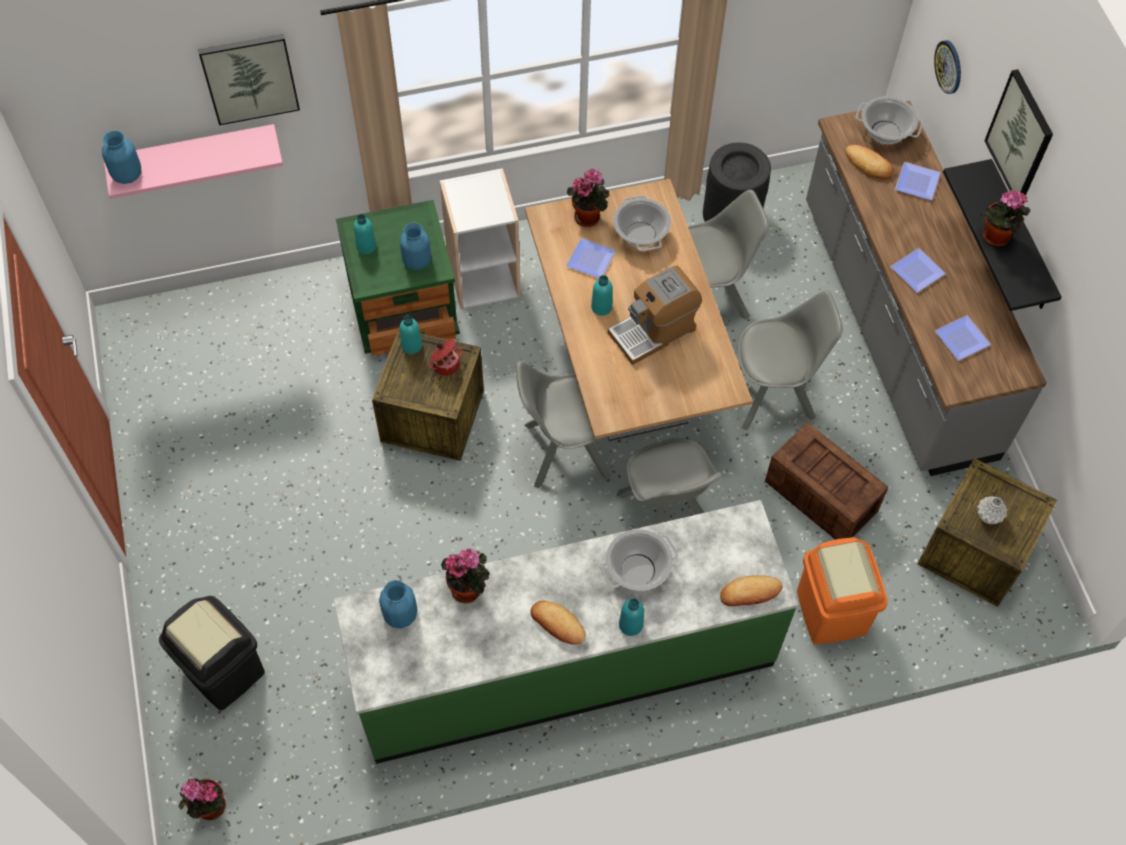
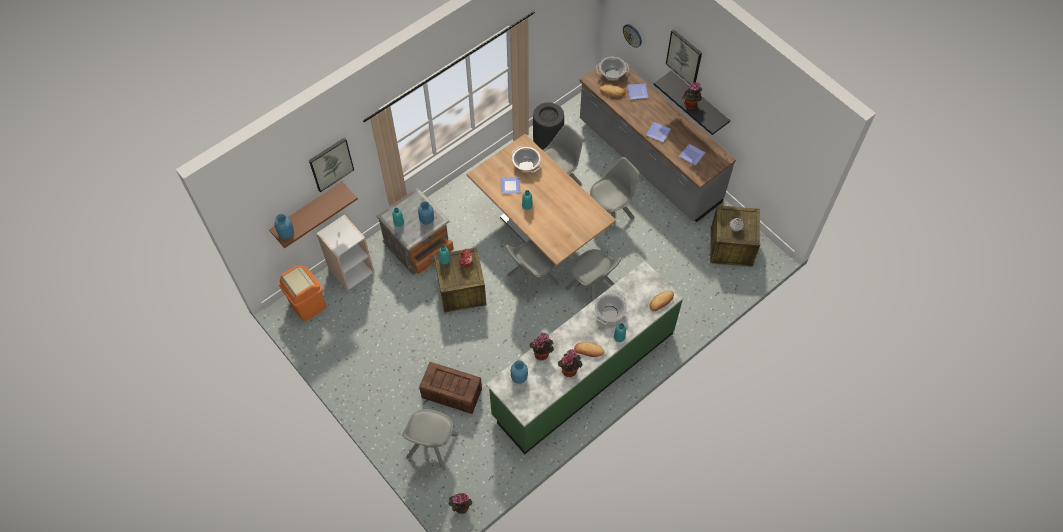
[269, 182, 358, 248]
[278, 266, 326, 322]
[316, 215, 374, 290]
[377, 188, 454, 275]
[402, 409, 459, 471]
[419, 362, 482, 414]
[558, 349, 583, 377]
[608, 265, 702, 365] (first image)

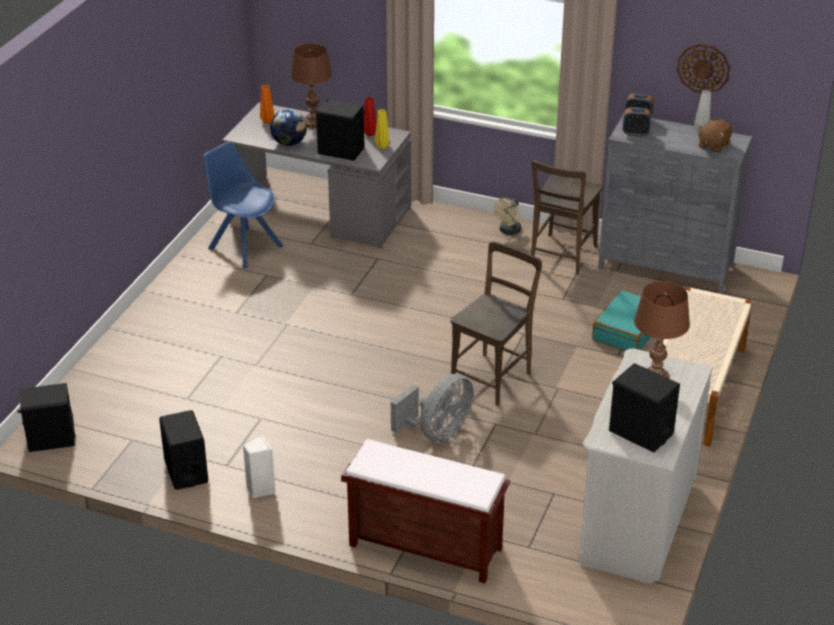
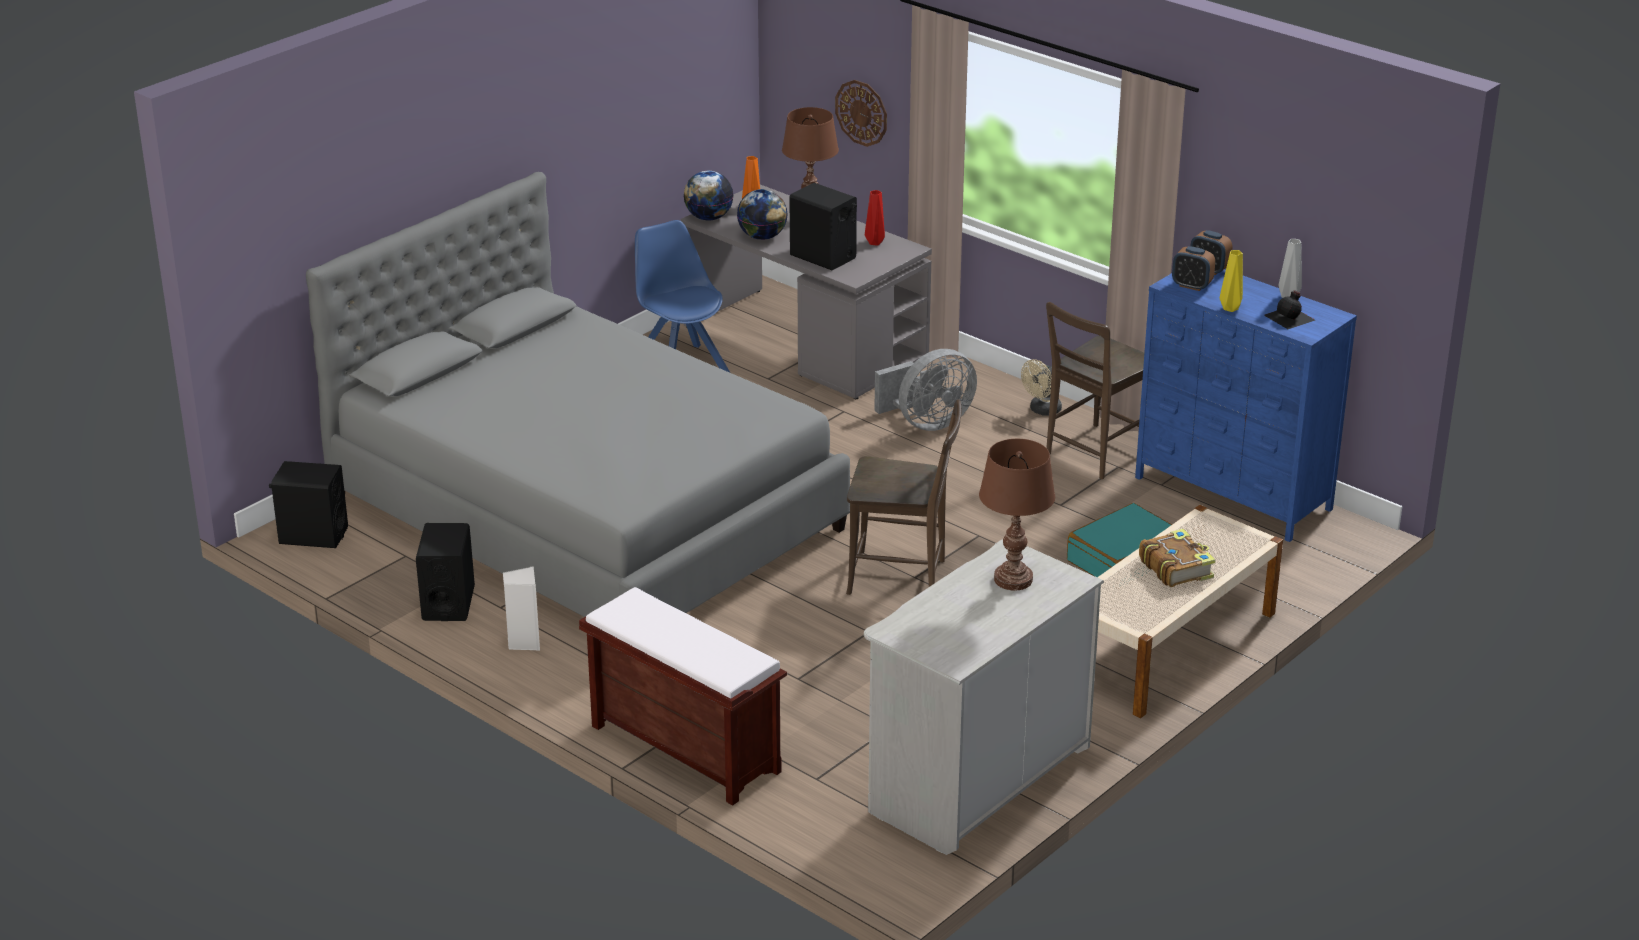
[306, 172, 850, 617]
[684, 171, 734, 221]
[835, 80, 887, 147]
[846, 400, 961, 595]
[874, 349, 977, 431]
[1135, 269, 1357, 542]
[1139, 529, 1216, 587]
[1220, 250, 1243, 312]
[1264, 290, 1315, 329]
[609, 363, 680, 453] (first image)

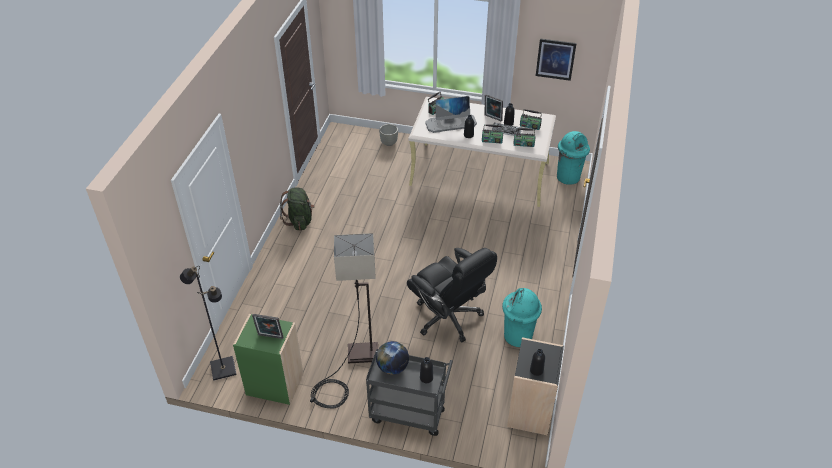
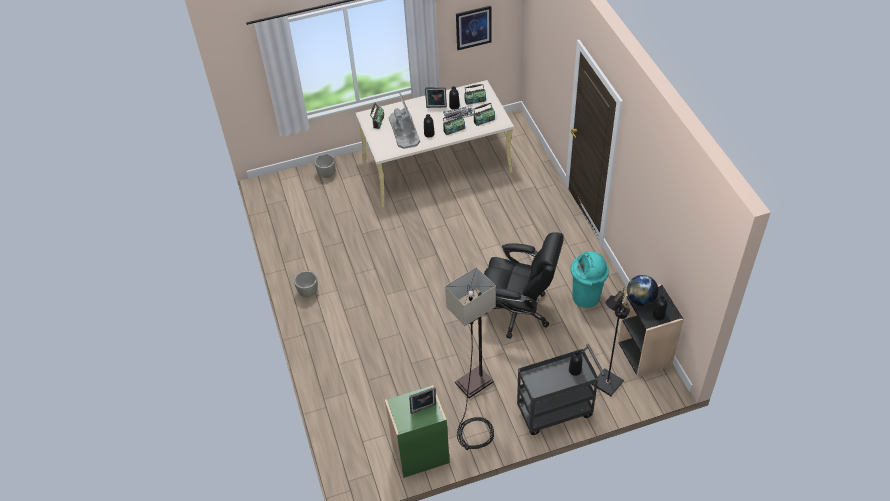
[294, 271, 318, 297]
[389, 93, 420, 149]
[592, 288, 630, 396]
[627, 275, 658, 306]
[557, 131, 590, 185] (first image)

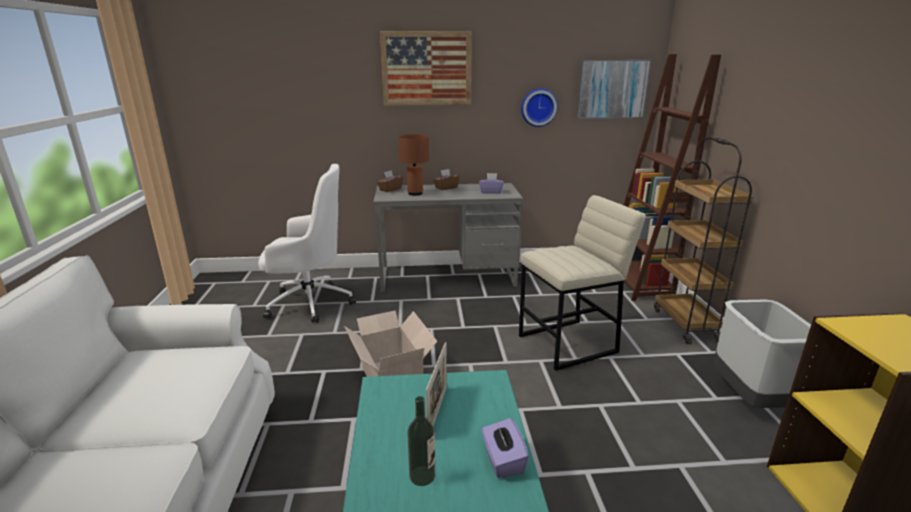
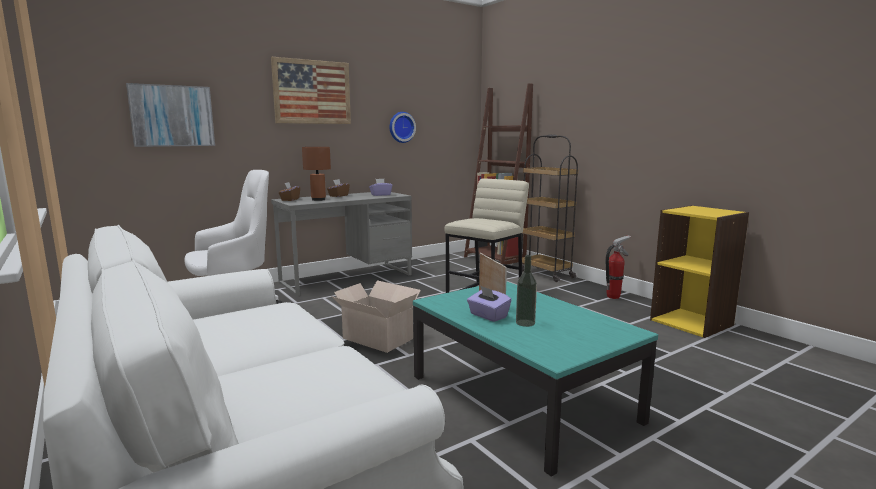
[126, 83, 215, 147]
[467, 285, 511, 322]
[606, 235, 631, 299]

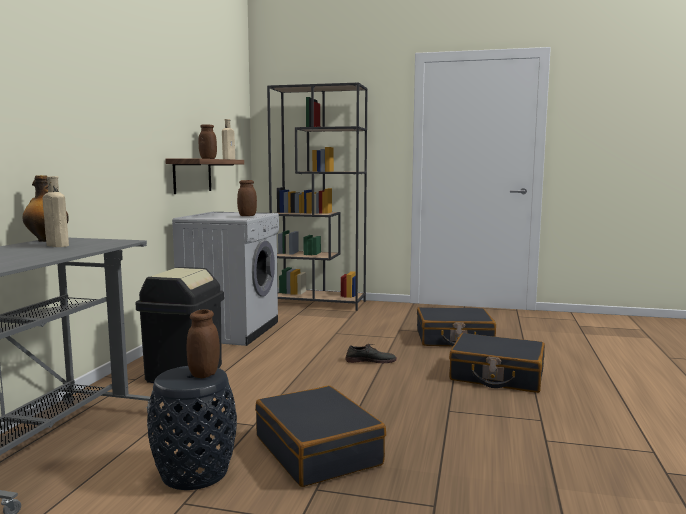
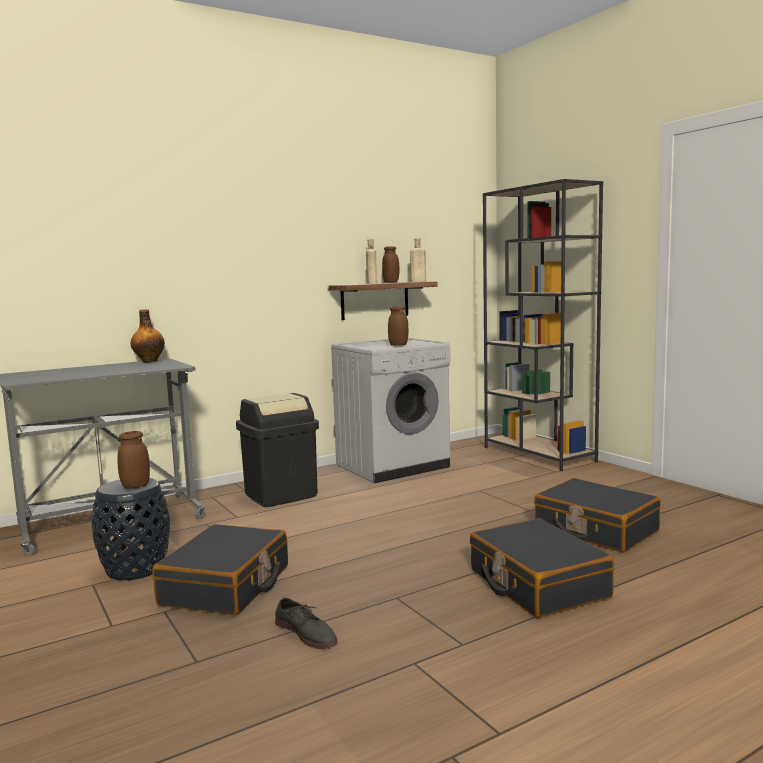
[275, 598, 337, 649]
[366, 239, 378, 284]

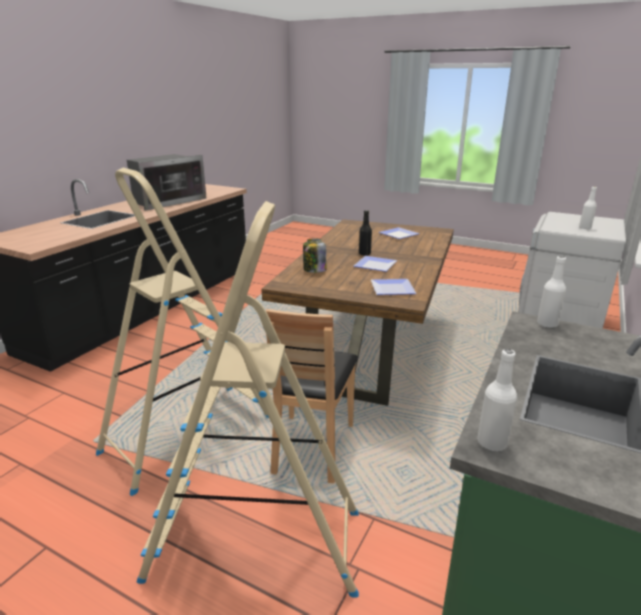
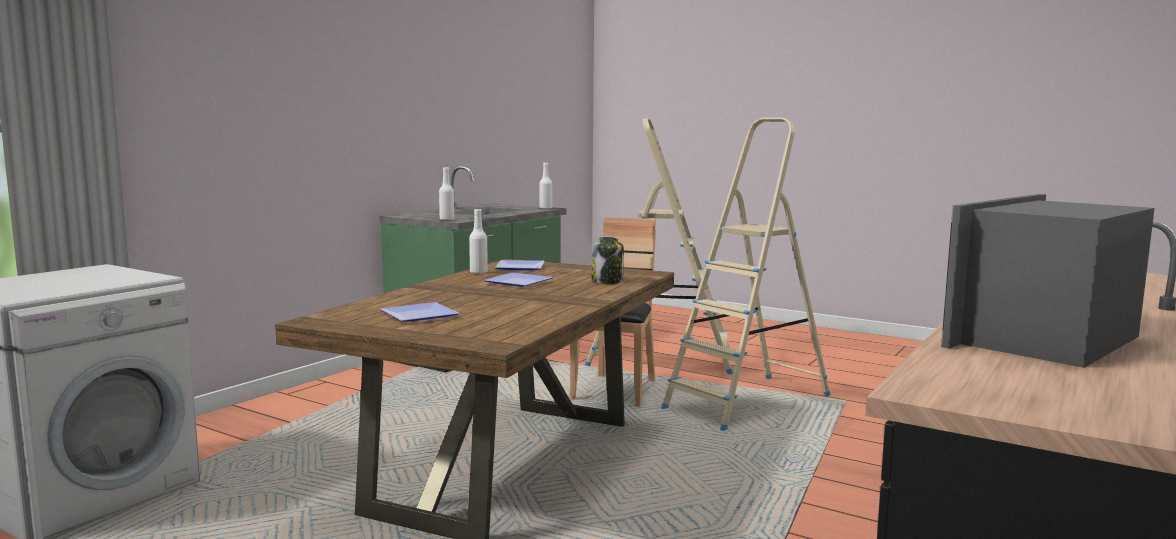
[469, 209, 488, 274]
[359, 210, 372, 255] (first image)

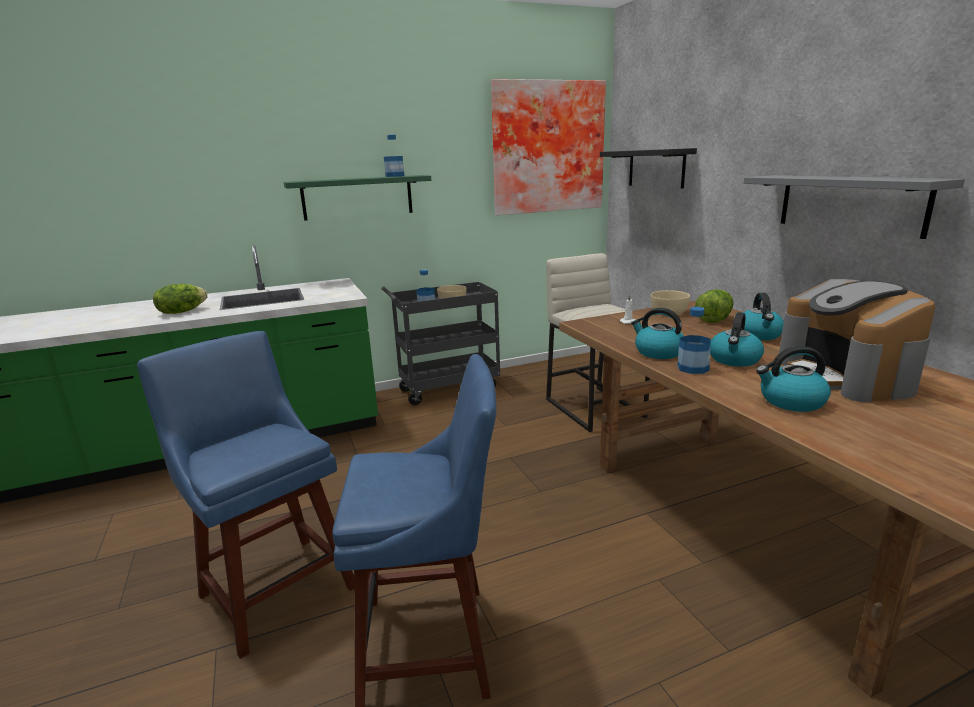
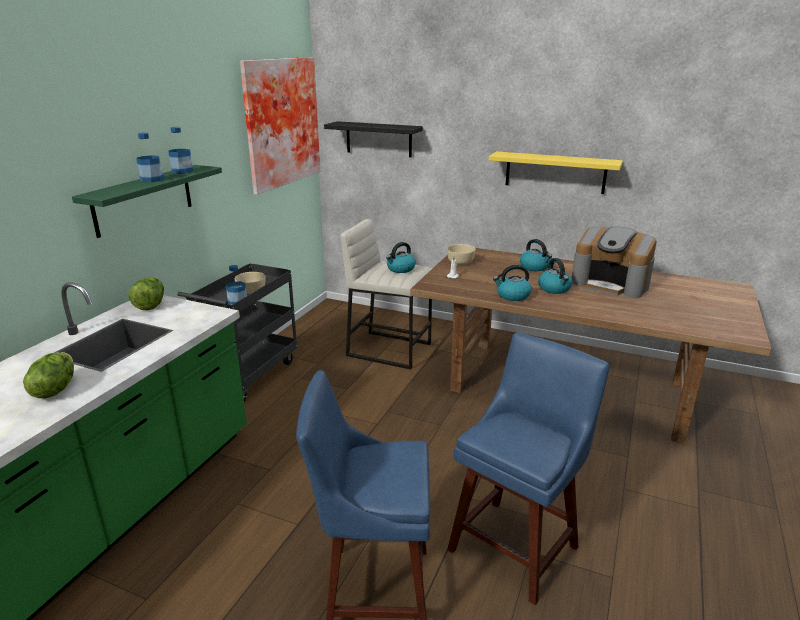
[128, 277, 164, 310]
[136, 132, 164, 182]
[386, 242, 416, 273]
[489, 151, 623, 194]

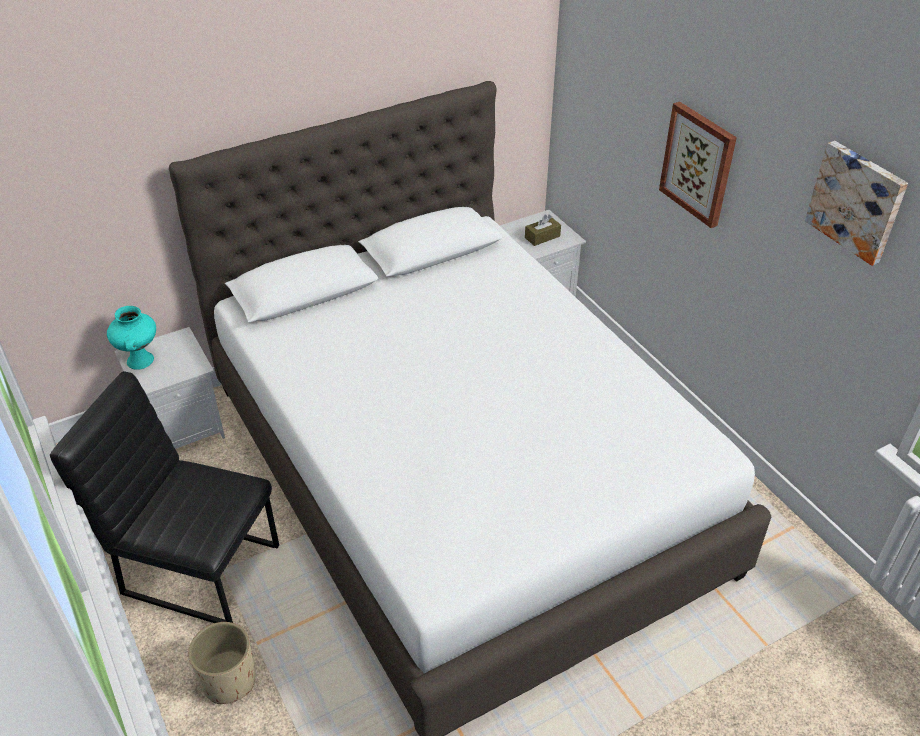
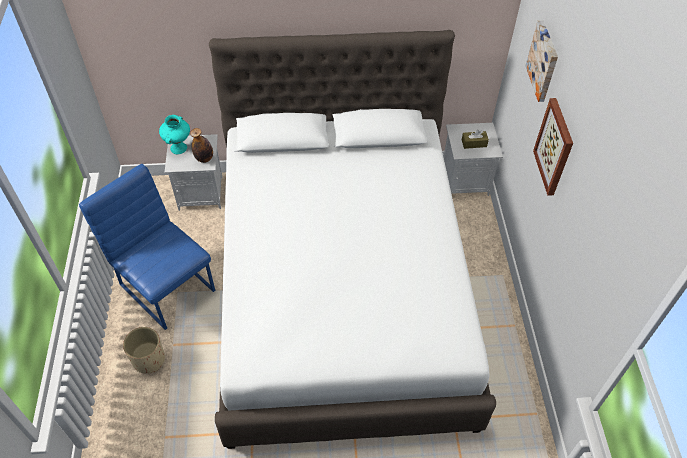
[79, 164, 215, 330]
[190, 128, 213, 163]
[525, 21, 558, 102]

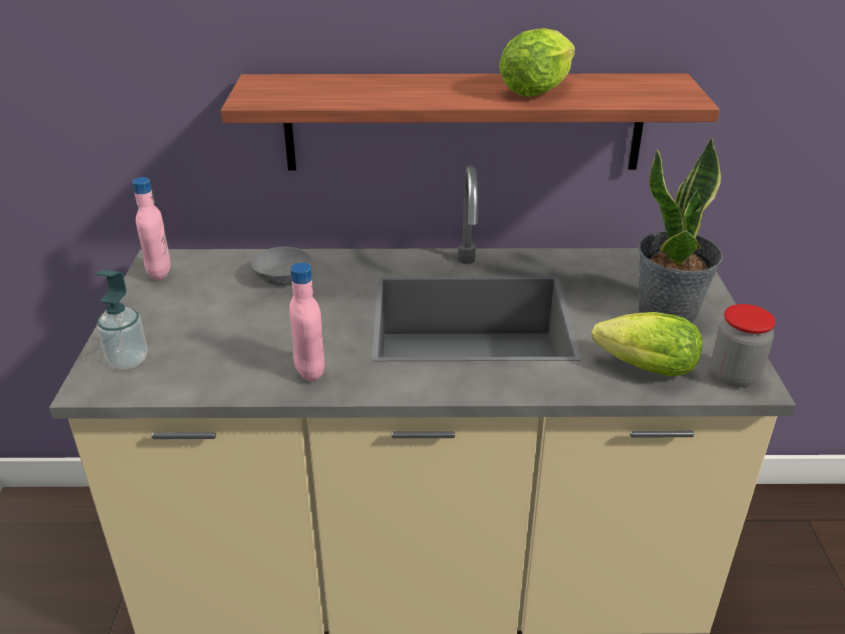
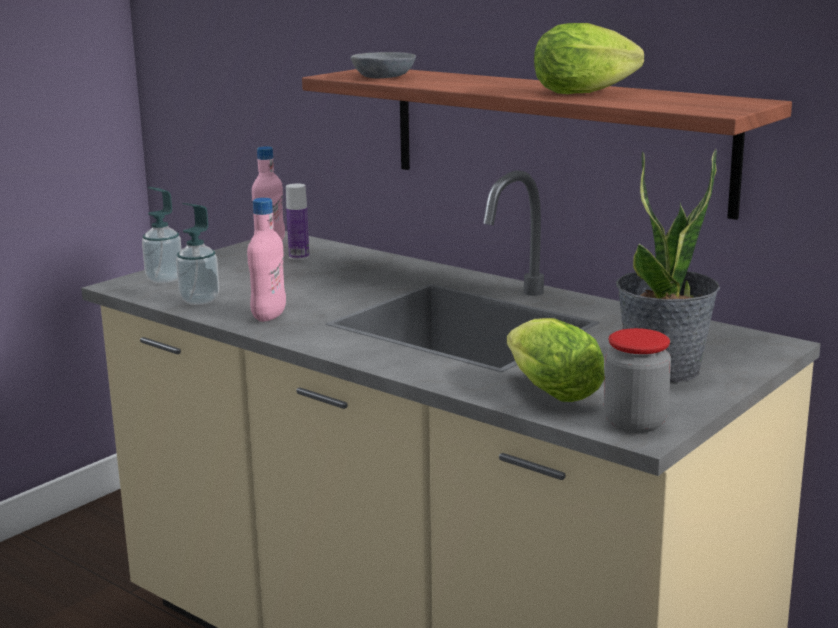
[176, 203, 219, 305]
[286, 184, 309, 260]
[351, 52, 416, 78]

